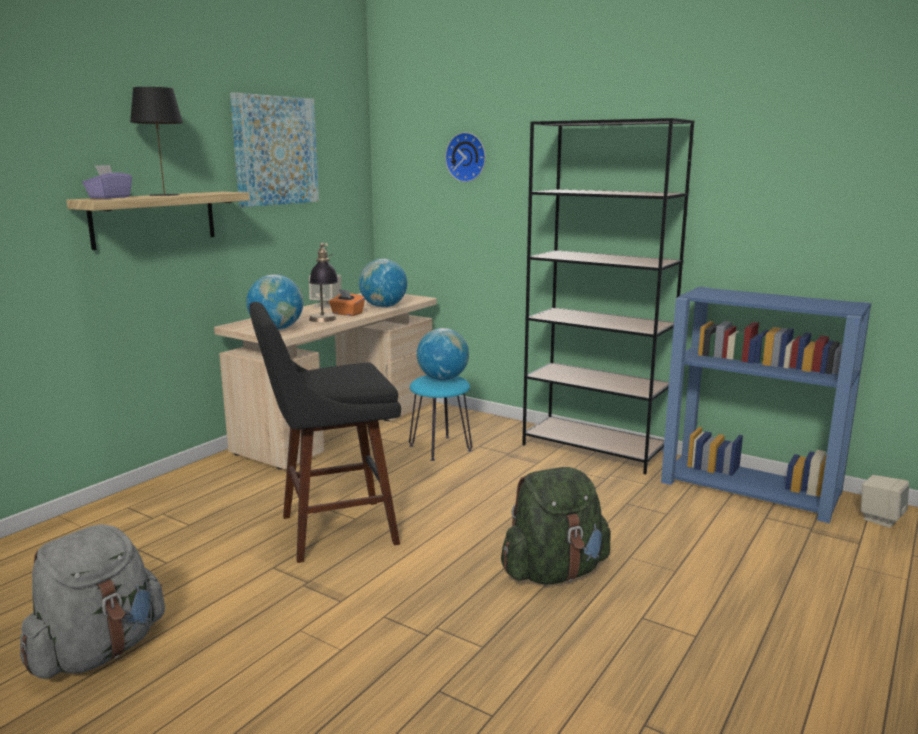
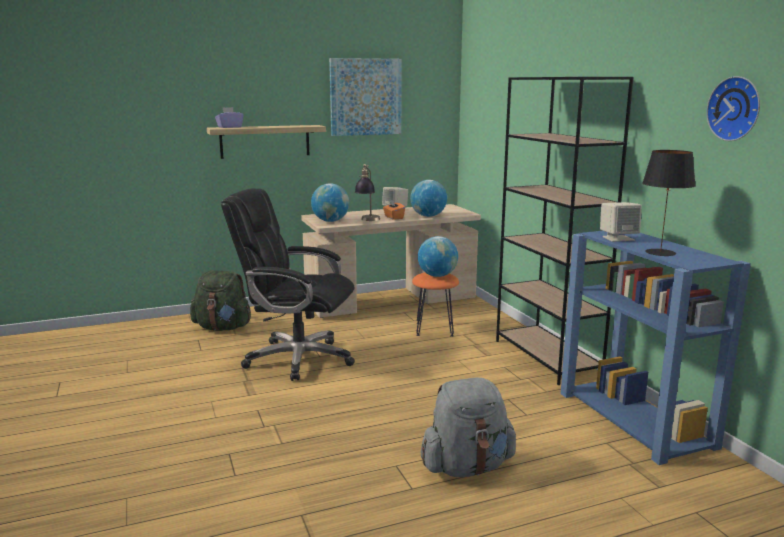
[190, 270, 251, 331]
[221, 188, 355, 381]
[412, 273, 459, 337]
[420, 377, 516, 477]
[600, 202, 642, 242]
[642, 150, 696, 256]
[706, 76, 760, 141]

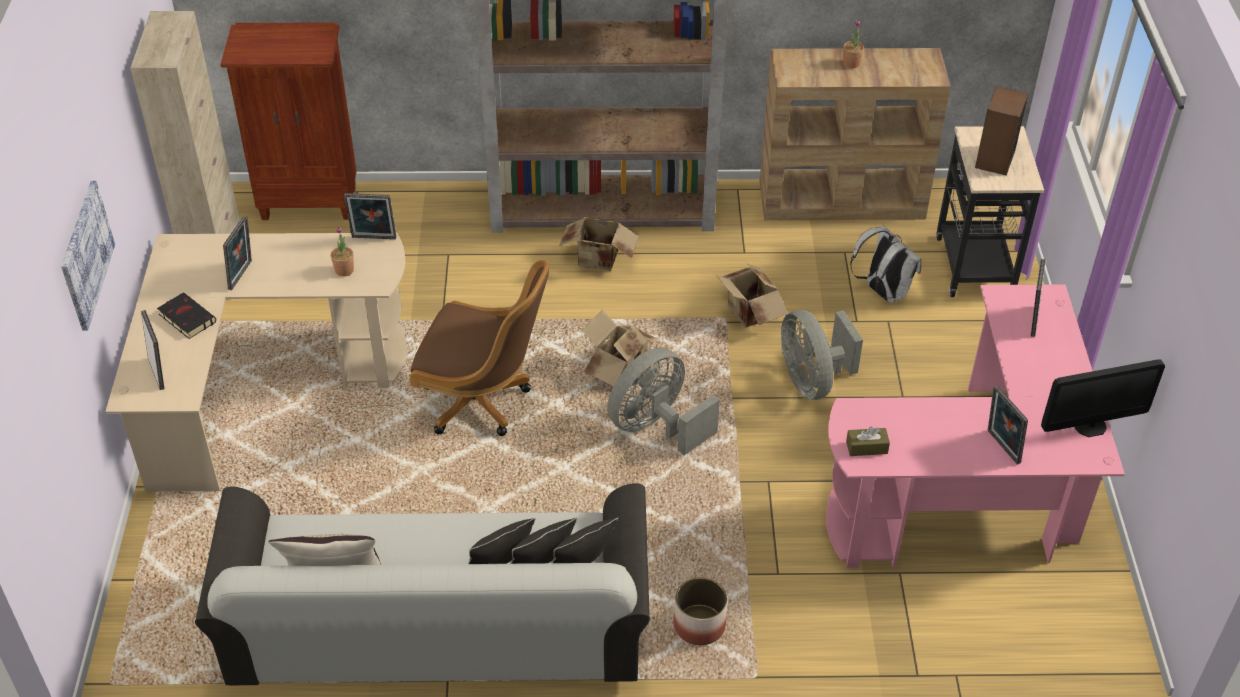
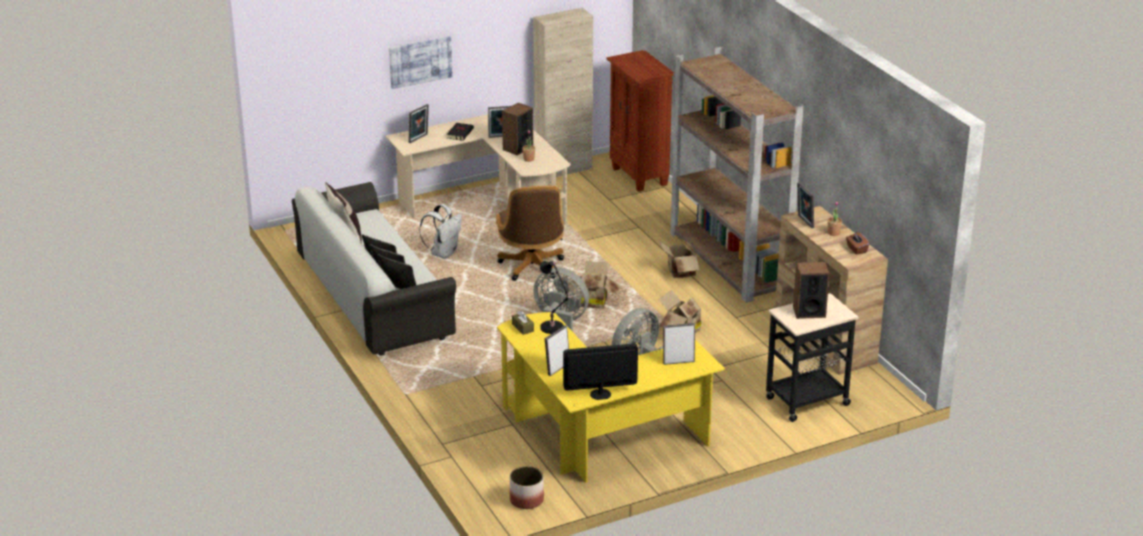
[419, 204, 462, 259]
[497, 312, 725, 483]
[502, 103, 533, 155]
[510, 466, 544, 509]
[540, 261, 571, 334]
[563, 344, 638, 400]
[797, 182, 814, 228]
[846, 232, 869, 255]

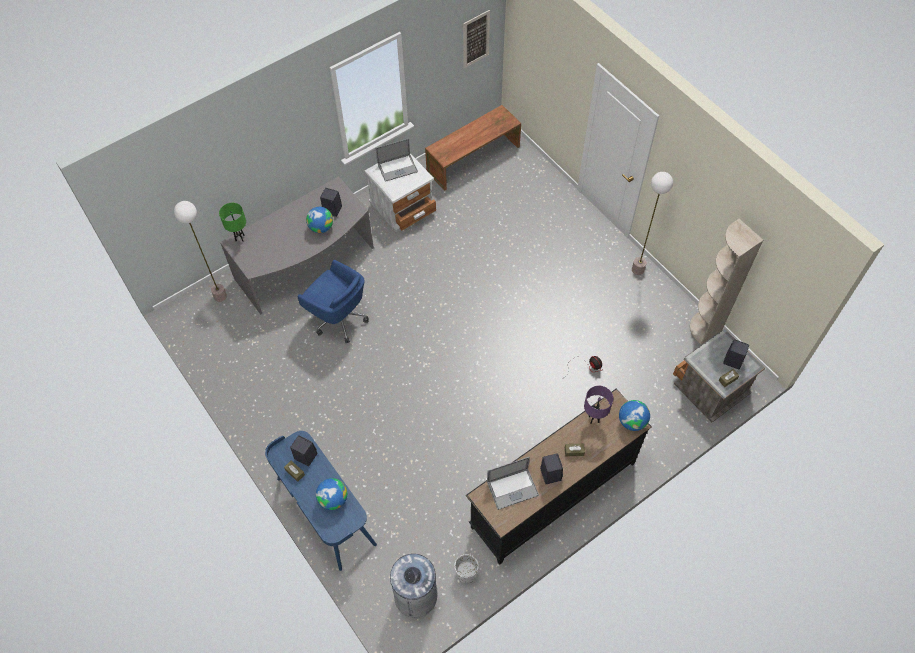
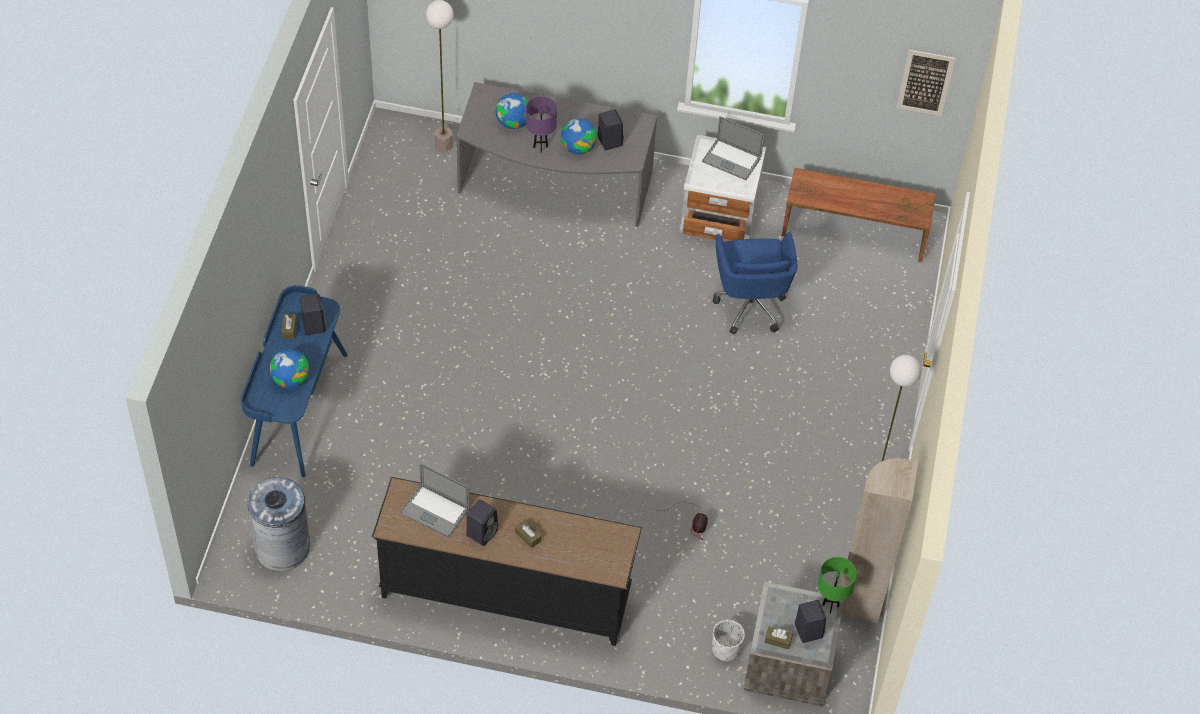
[496, 93, 528, 129]
[526, 97, 557, 153]
[712, 232, 797, 335]
[712, 620, 745, 661]
[818, 557, 857, 613]

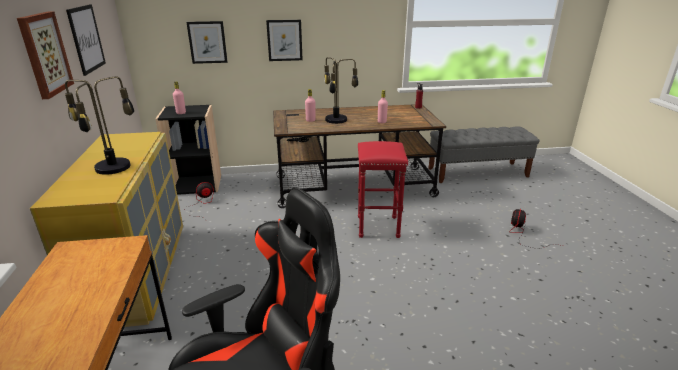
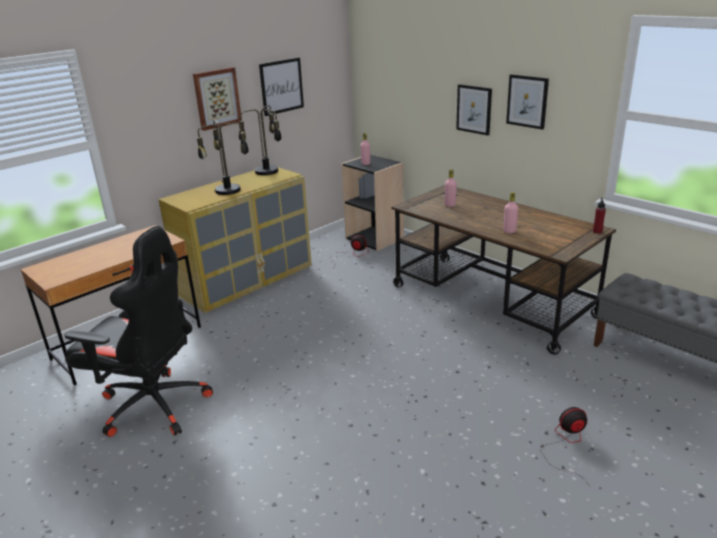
[239, 105, 281, 175]
[506, 74, 549, 130]
[358, 141, 408, 238] (first image)

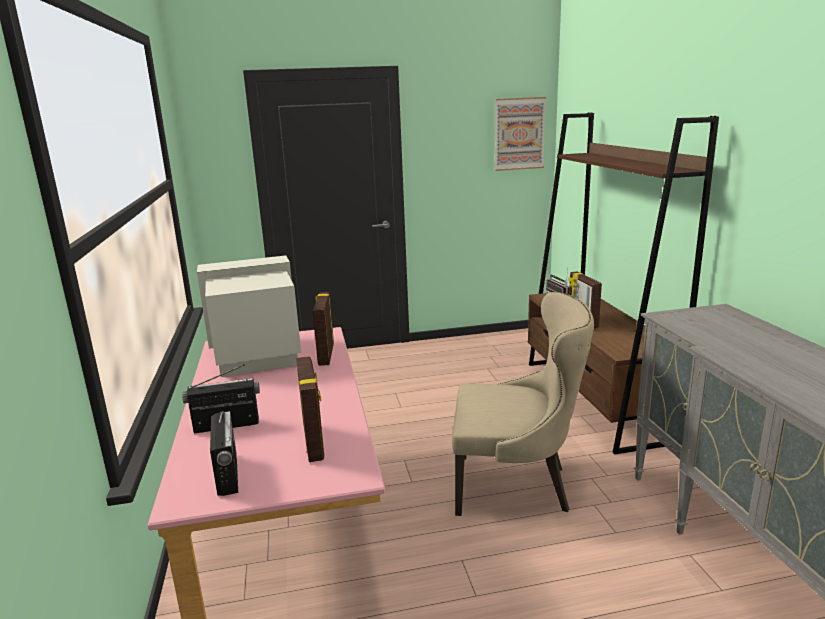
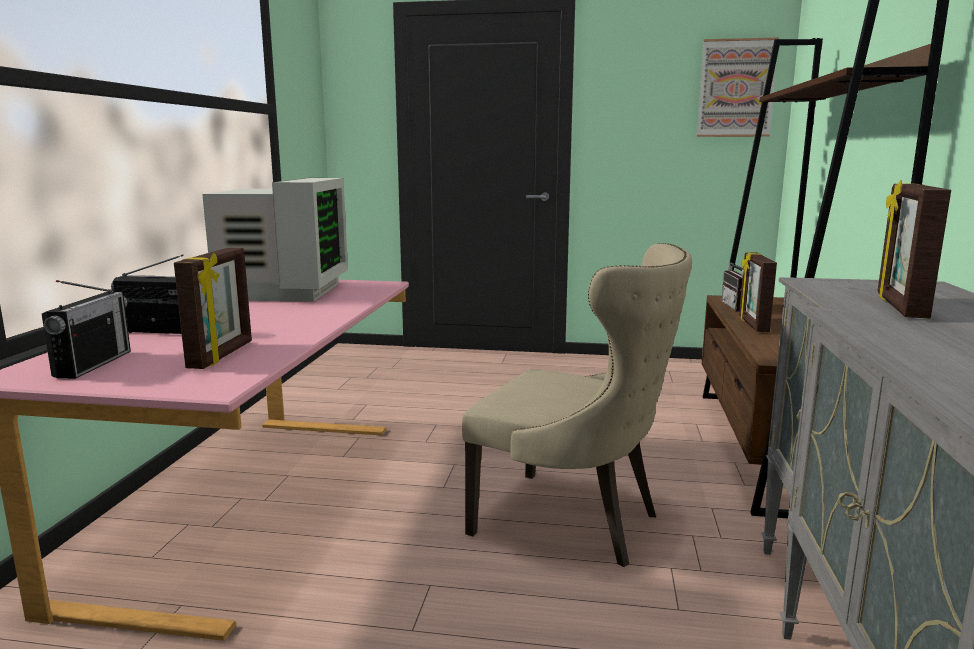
[202, 178, 348, 302]
[878, 180, 951, 319]

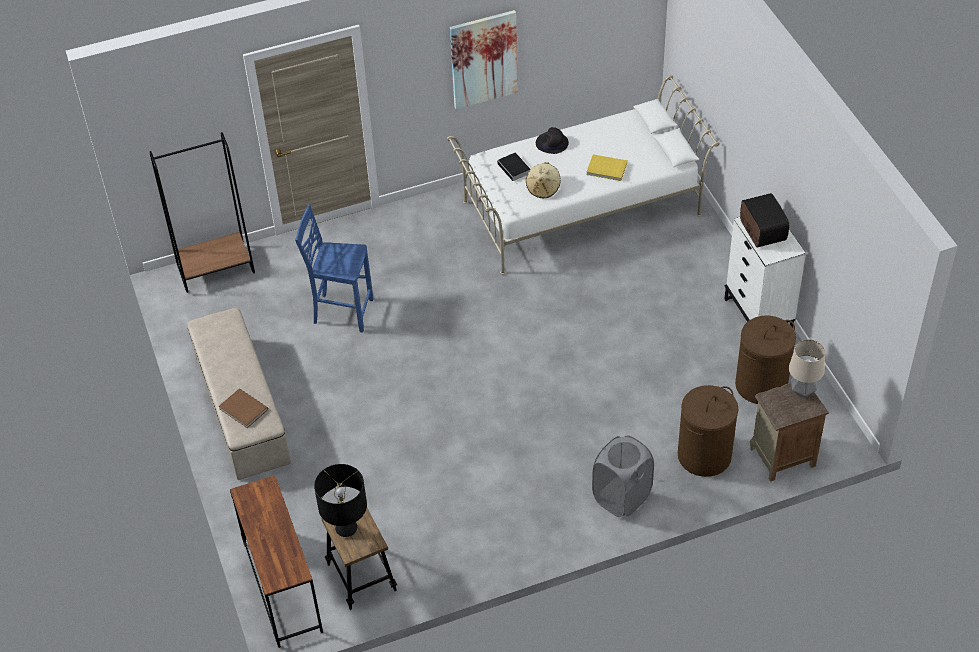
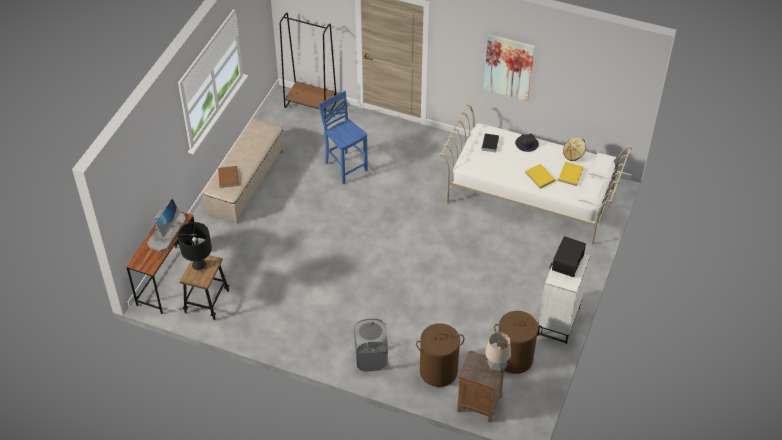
[147, 199, 186, 252]
[558, 162, 584, 186]
[563, 138, 586, 161]

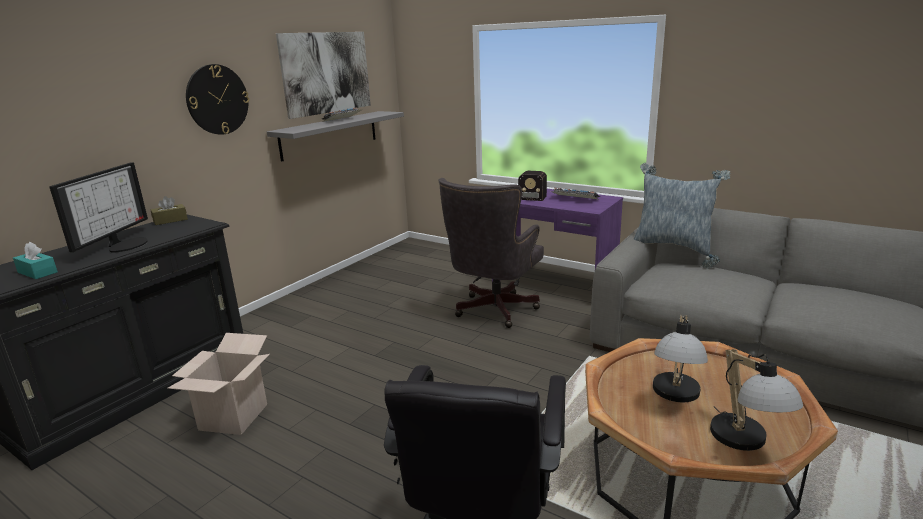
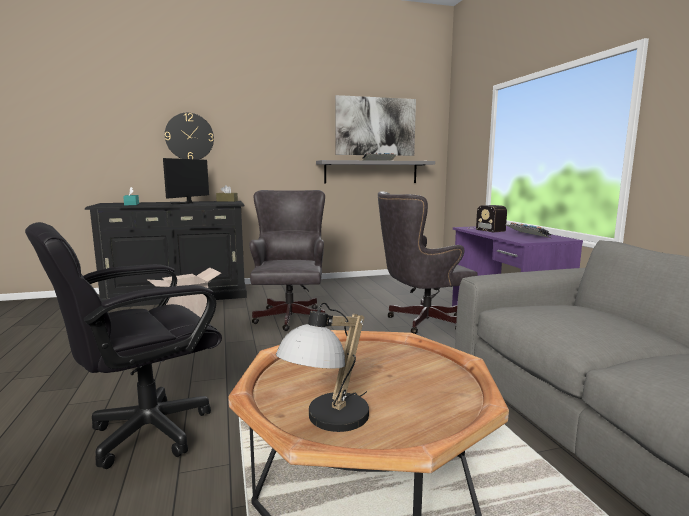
[163, 158, 209, 204]
[165, 113, 214, 159]
[249, 190, 325, 331]
[634, 163, 731, 269] (first image)
[653, 315, 708, 402] (first image)

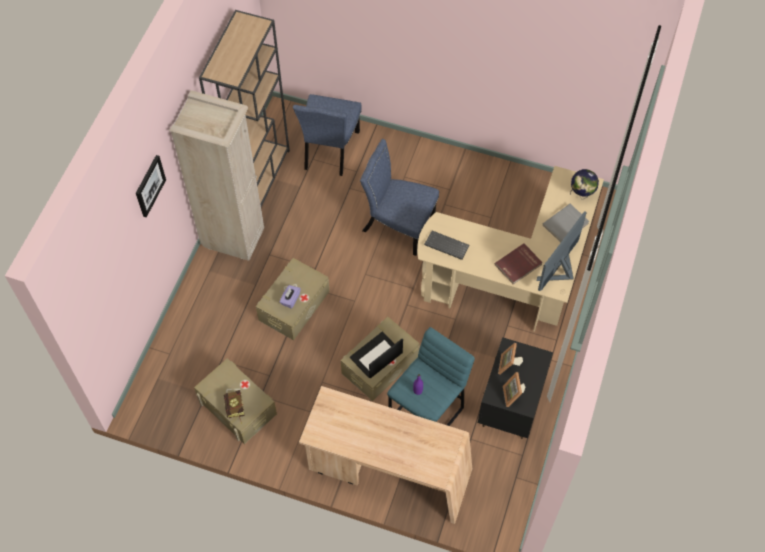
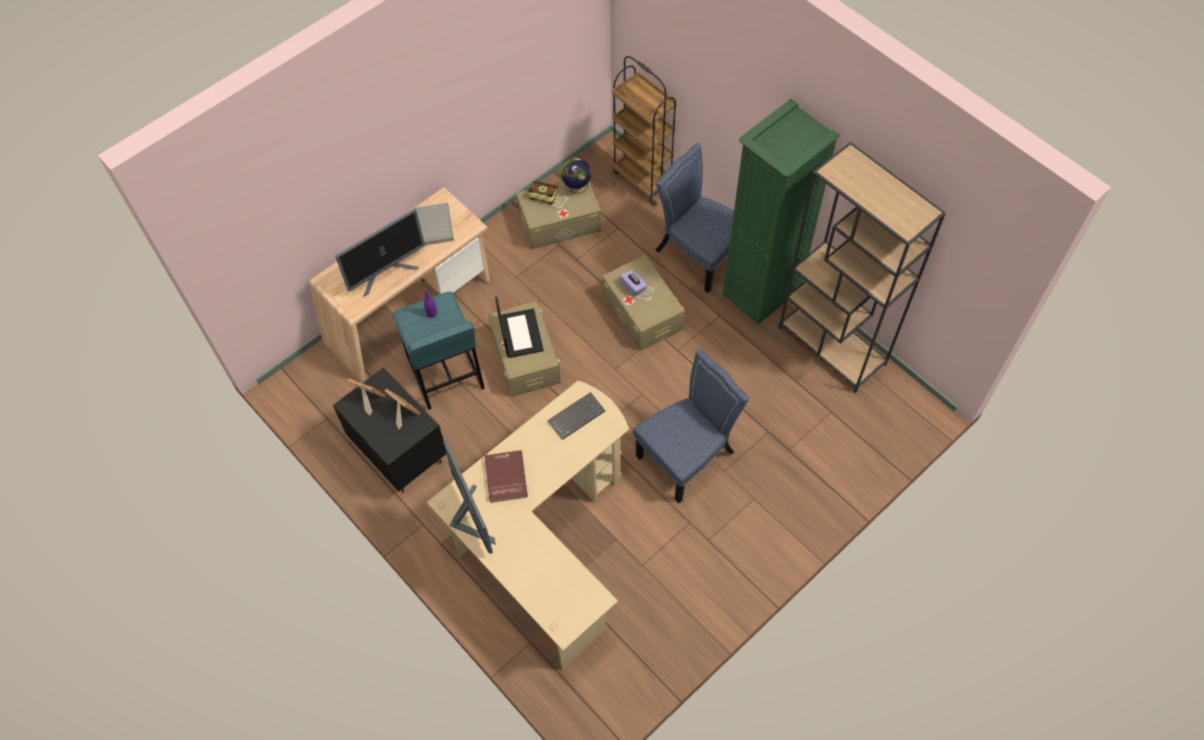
[335, 208, 425, 297]
[415, 203, 454, 245]
[561, 158, 591, 194]
[612, 56, 677, 206]
[656, 143, 734, 293]
[723, 99, 841, 324]
[136, 155, 166, 217] (first image)

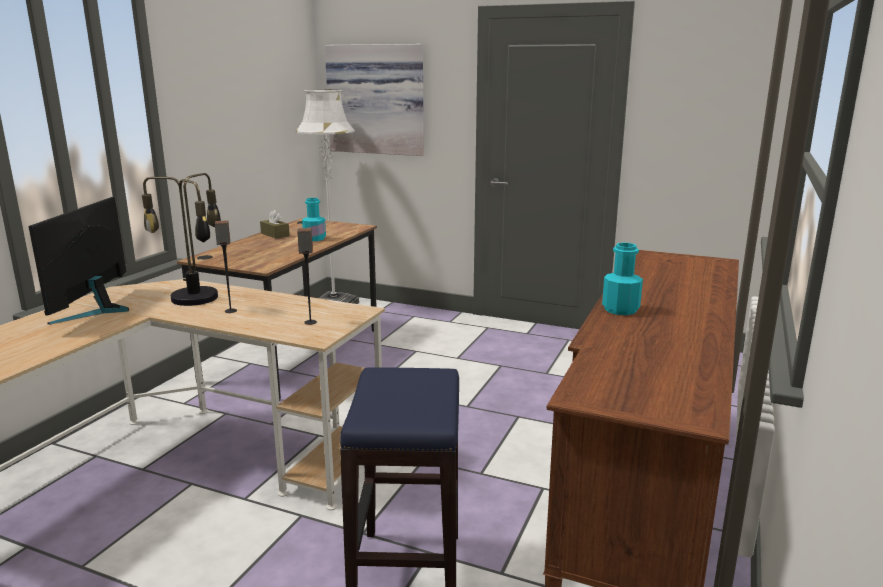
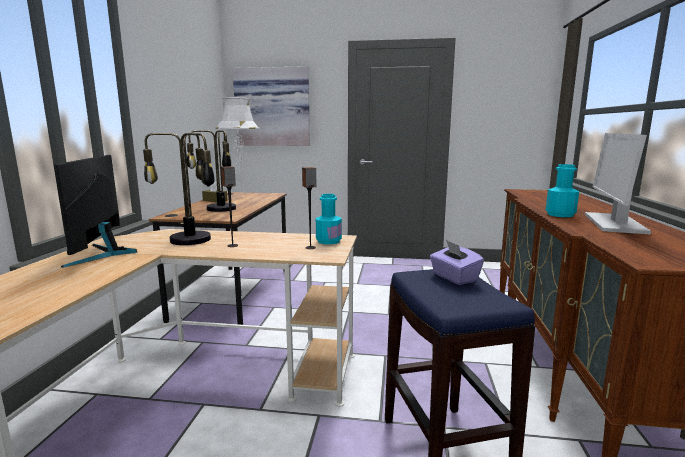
[187, 130, 236, 212]
[316, 194, 342, 245]
[430, 240, 484, 285]
[585, 133, 651, 235]

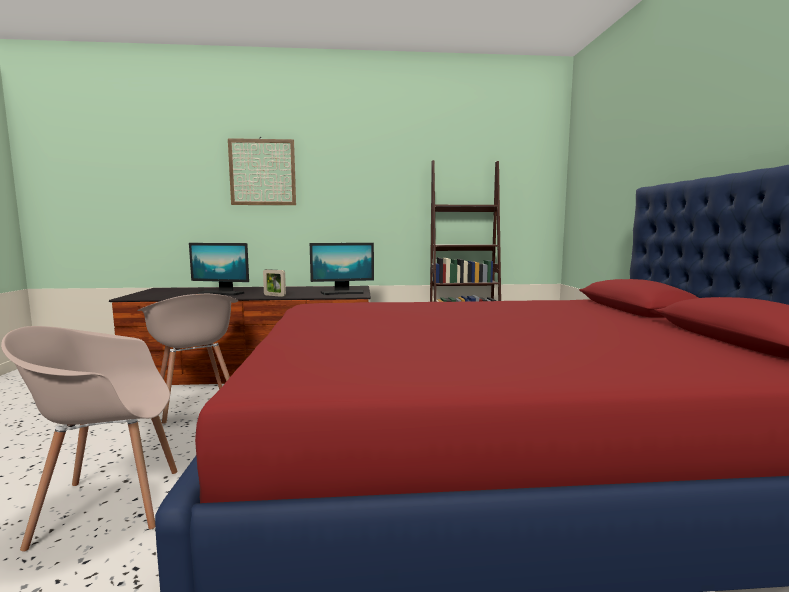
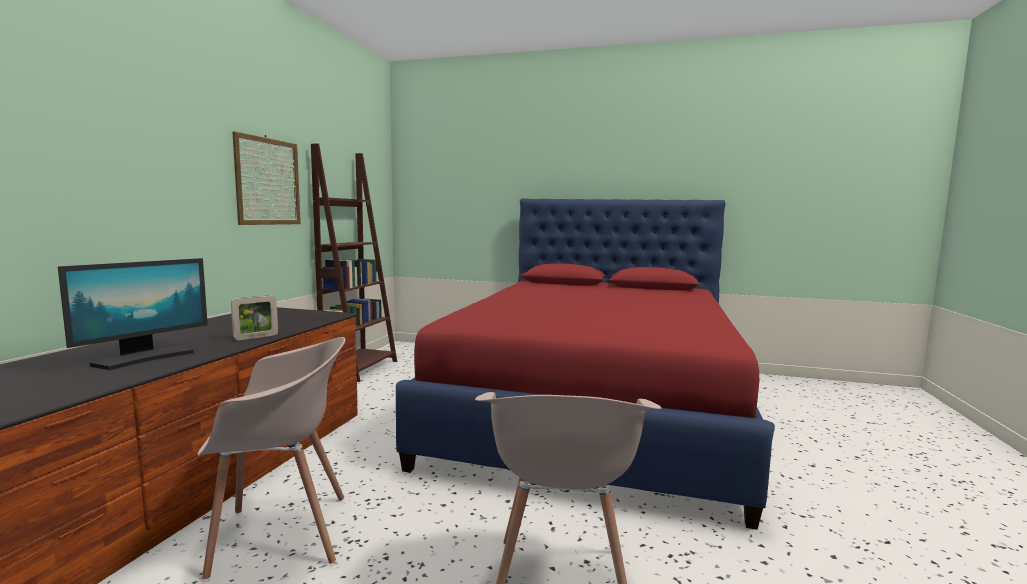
[232, 131, 301, 225]
[310, 243, 374, 295] (first image)

